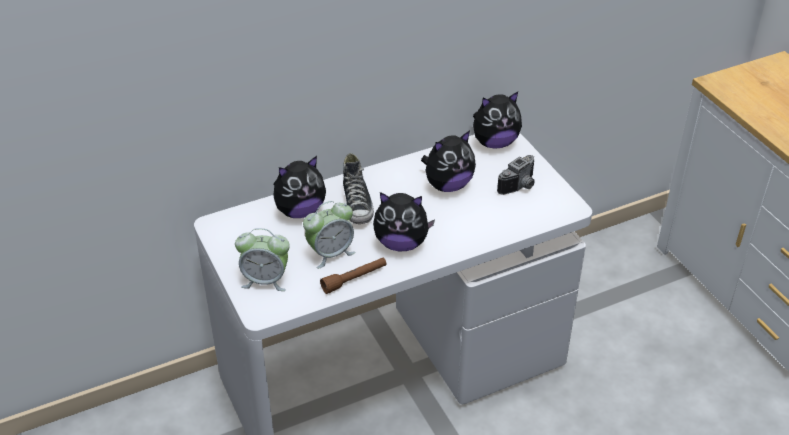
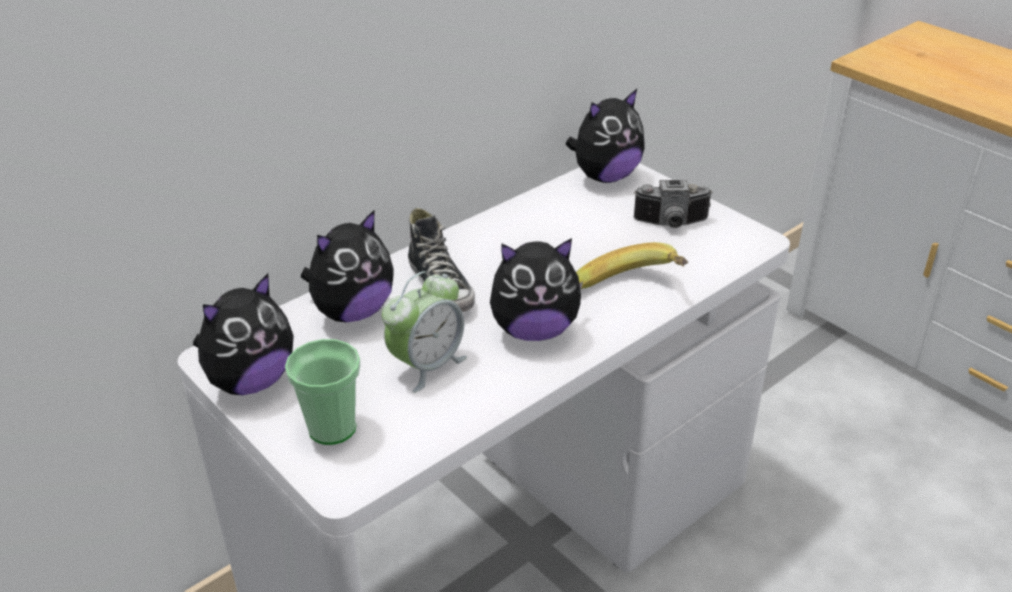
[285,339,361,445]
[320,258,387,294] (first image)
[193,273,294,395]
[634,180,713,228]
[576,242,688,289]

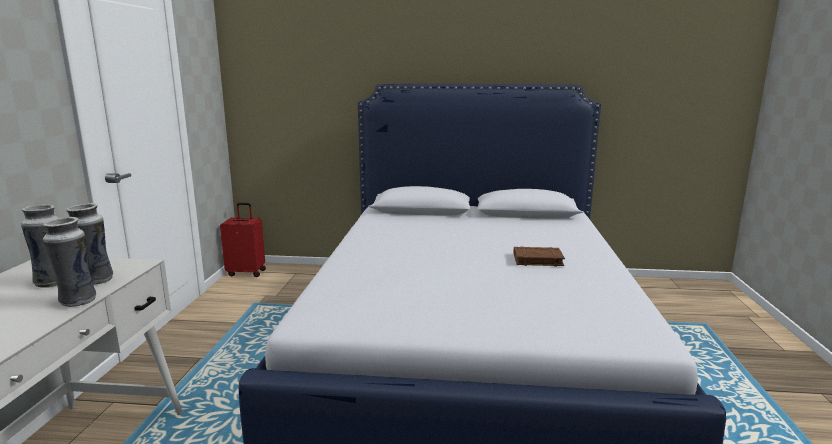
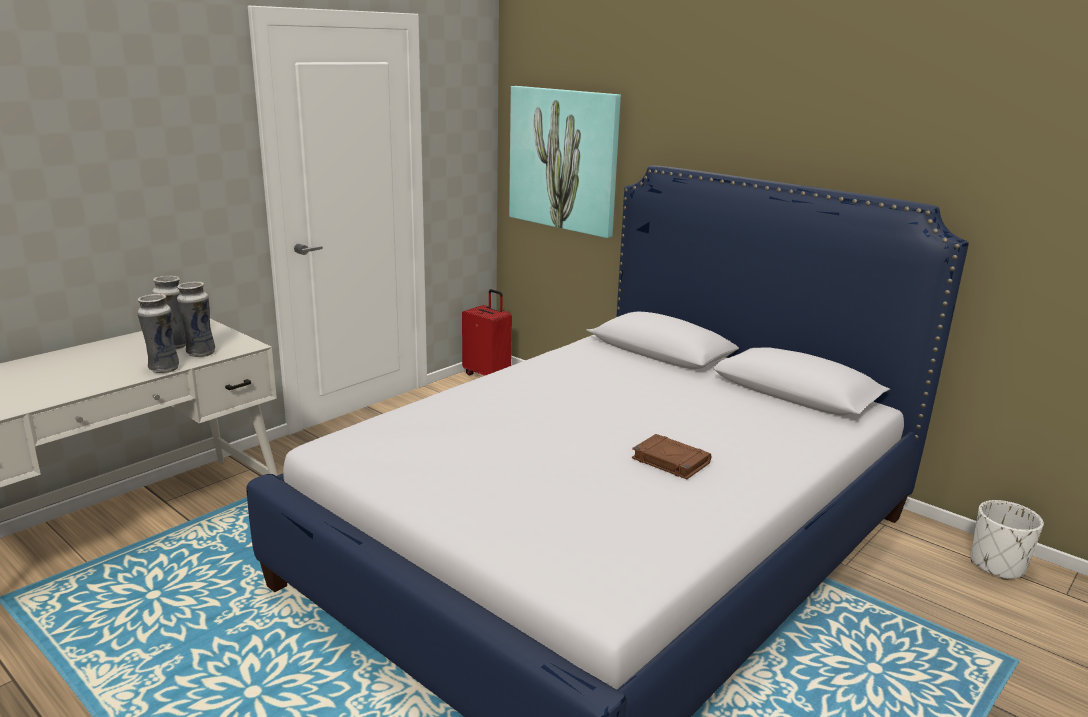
[509,86,621,238]
[971,500,1044,580]

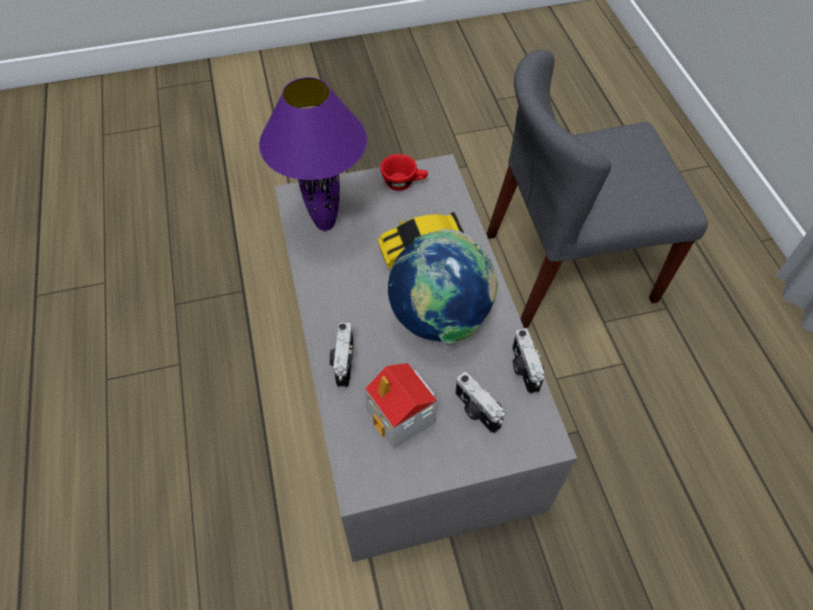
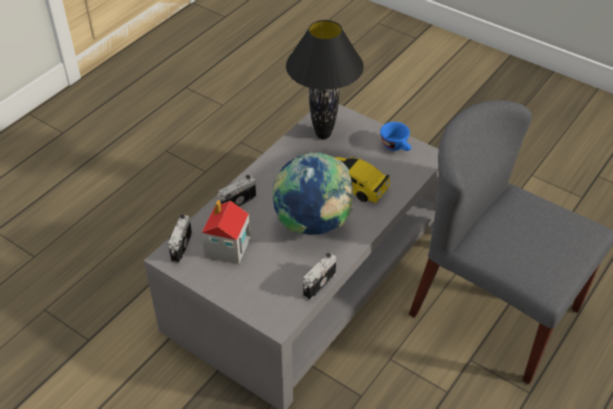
[286,20,364,139]
[380,122,411,151]
[168,215,192,264]

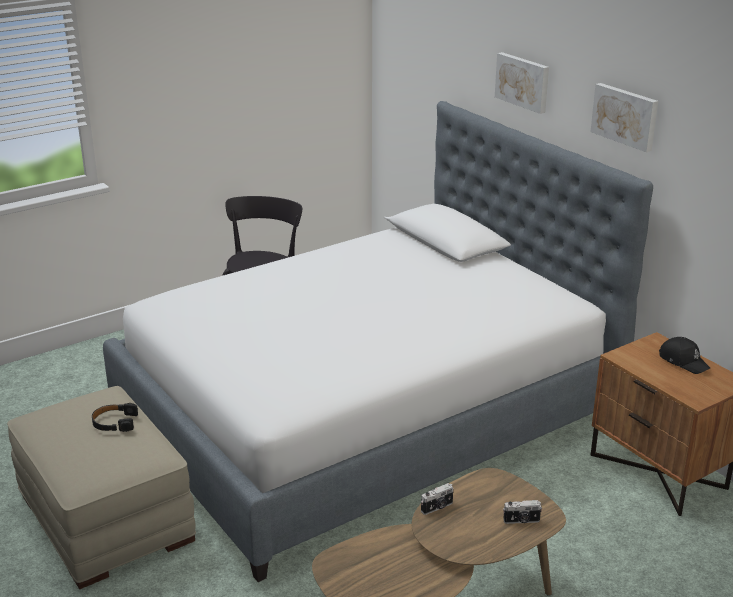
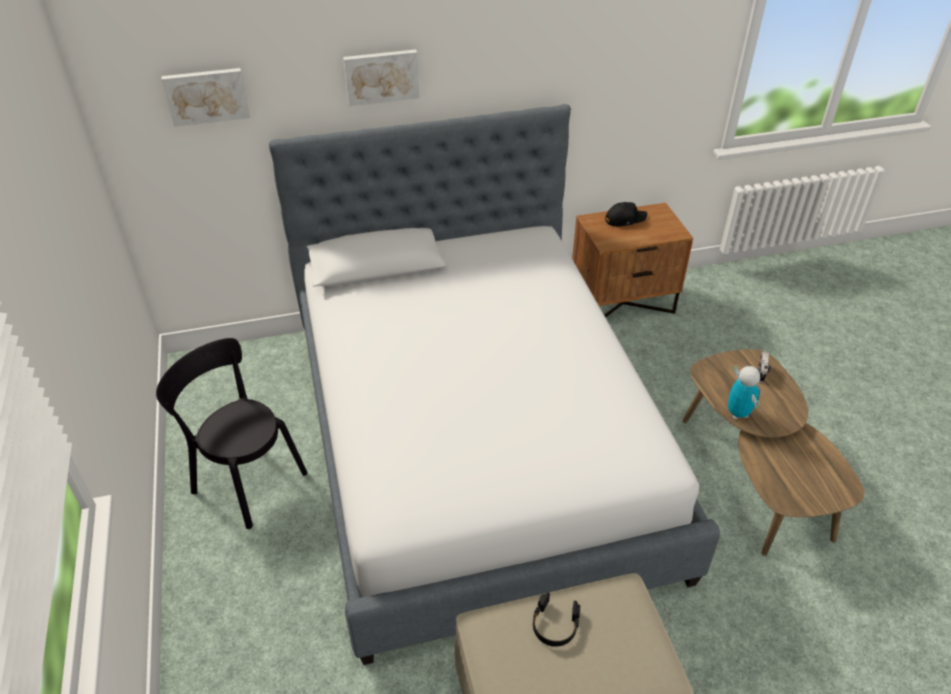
[728,366,761,419]
[162,68,250,127]

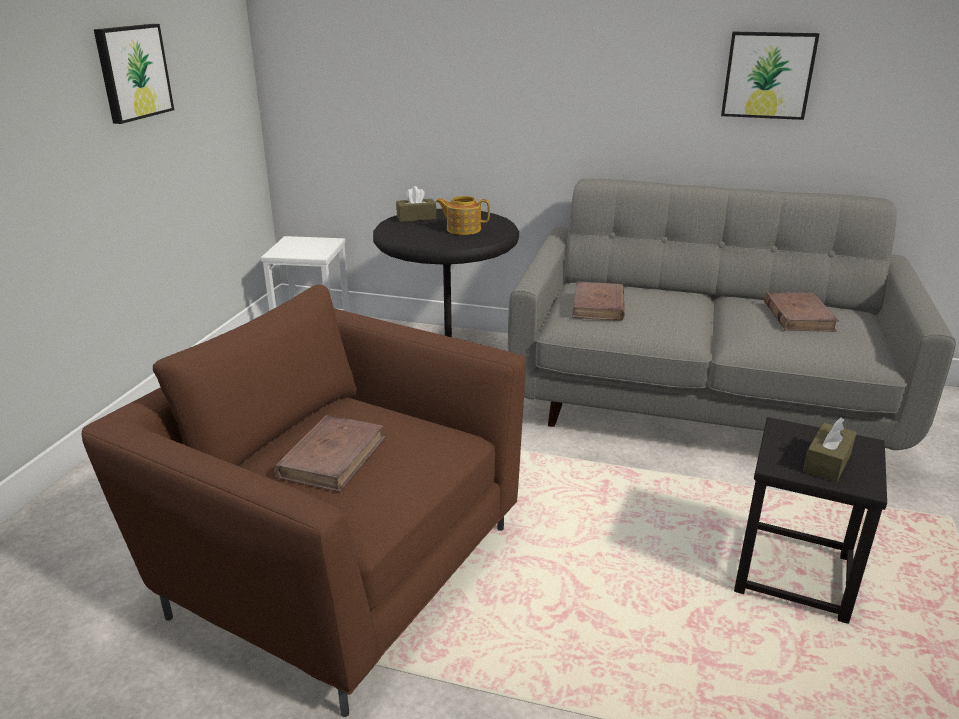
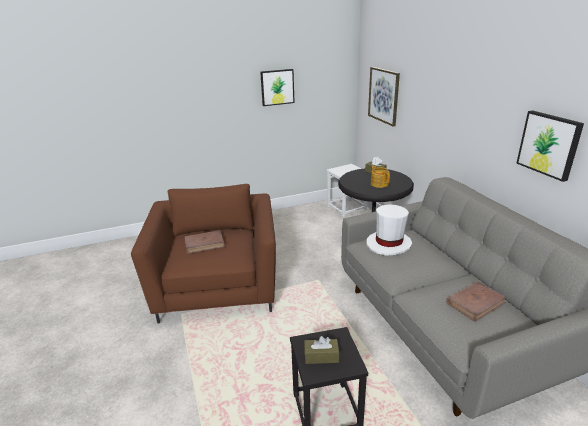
[367,205,412,256]
[368,67,400,127]

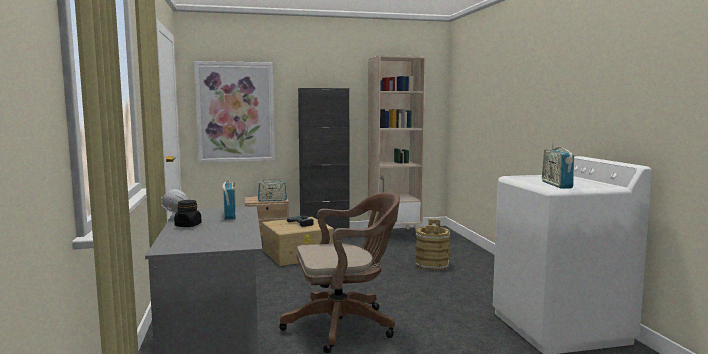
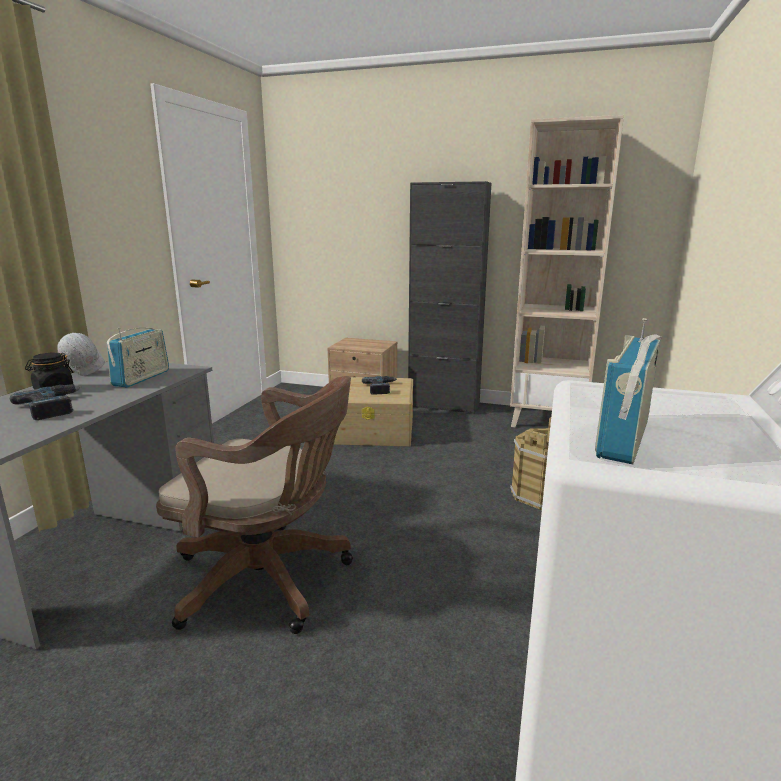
[194,61,275,162] (first image)
[258,177,287,202] (first image)
[10,384,81,420]

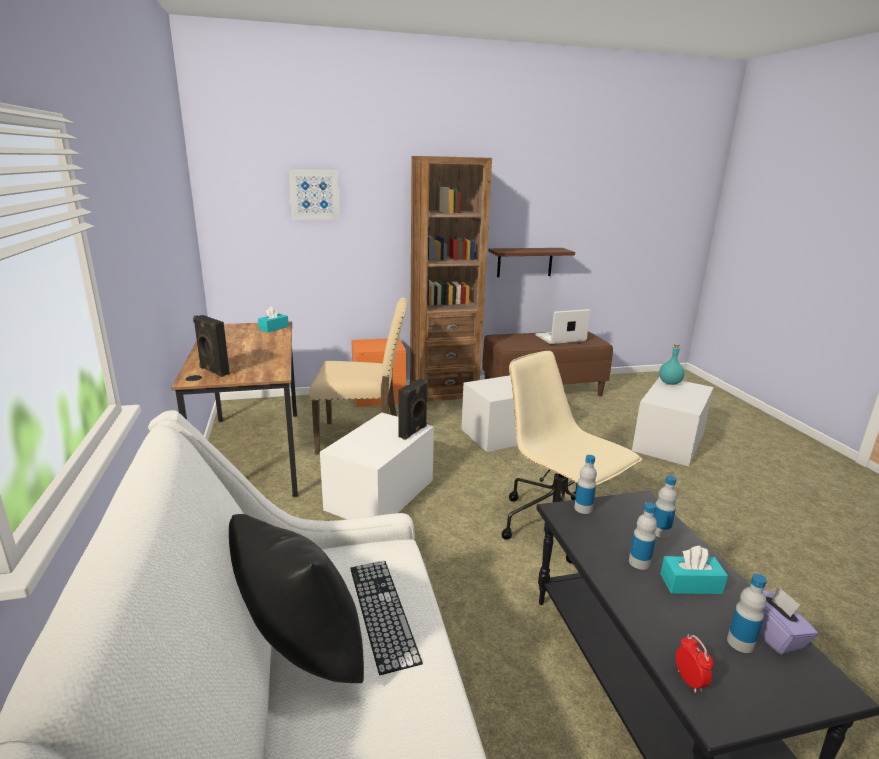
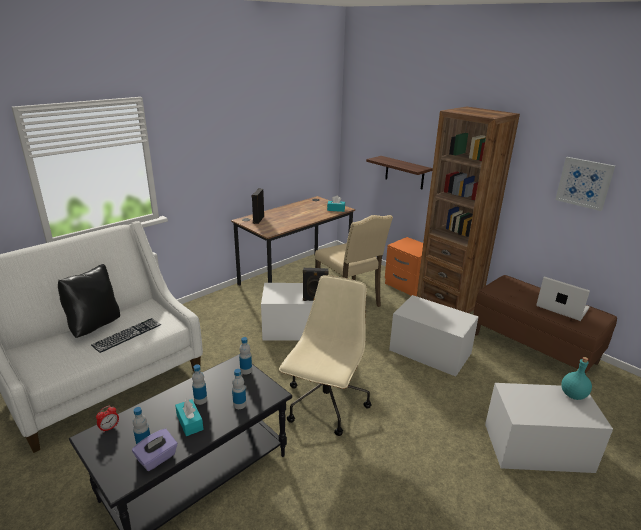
[555,157,615,211]
[366,156,433,189]

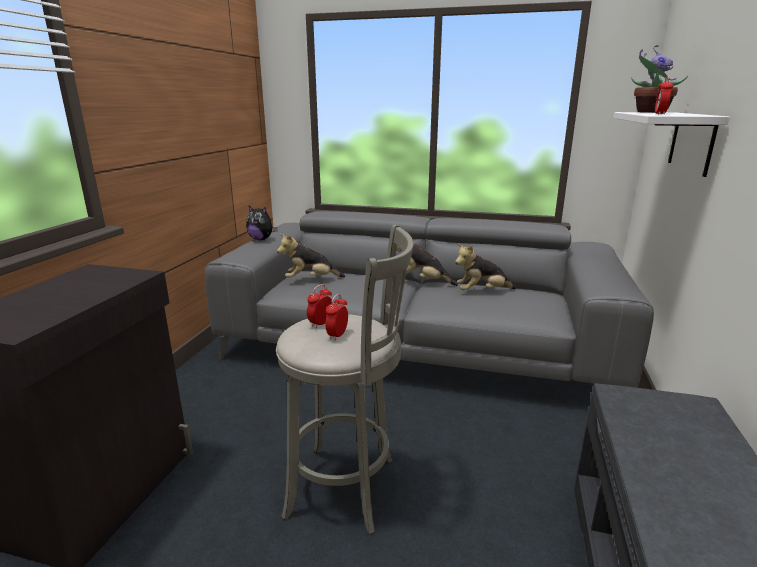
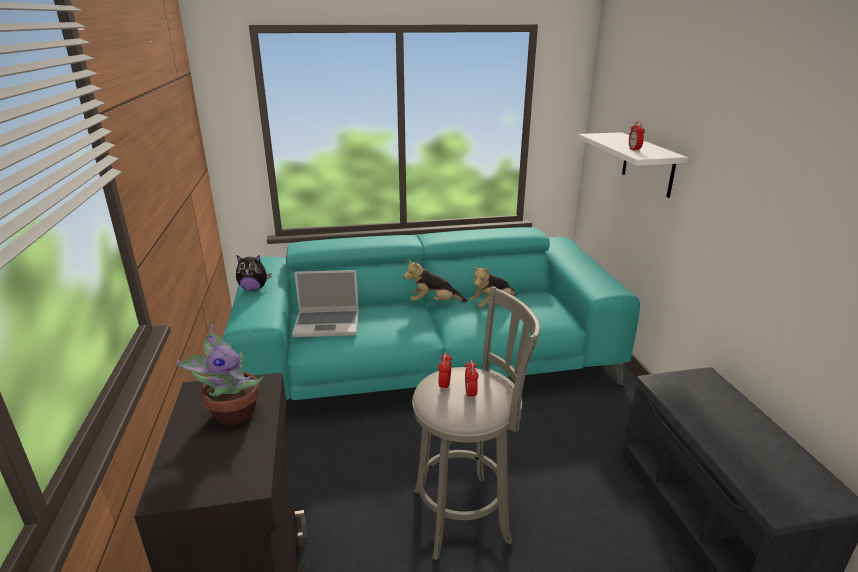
[222,227,640,400]
[292,270,359,337]
[177,324,264,425]

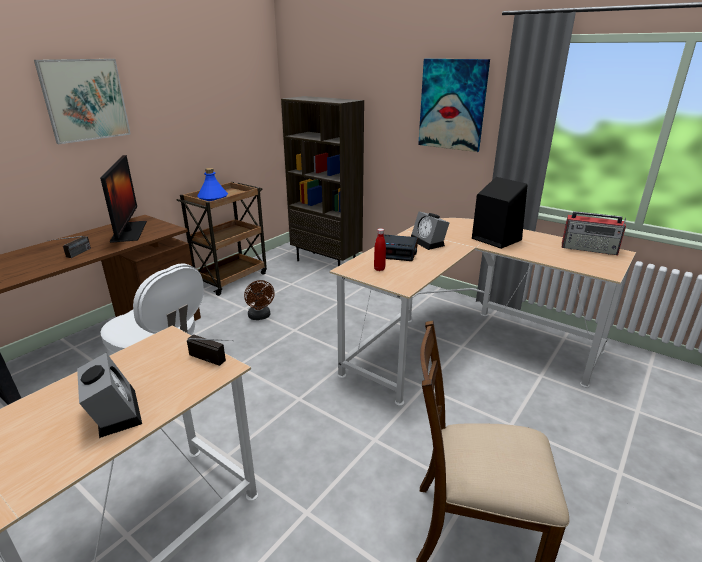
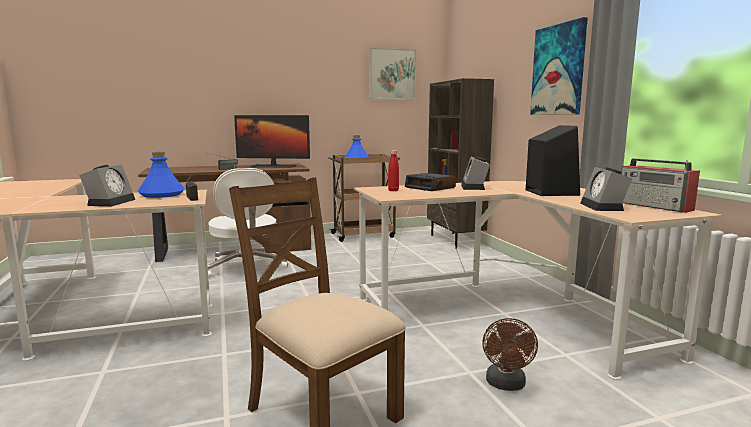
[369,48,416,99]
[234,115,310,168]
[482,318,538,391]
[137,152,185,198]
[580,167,633,211]

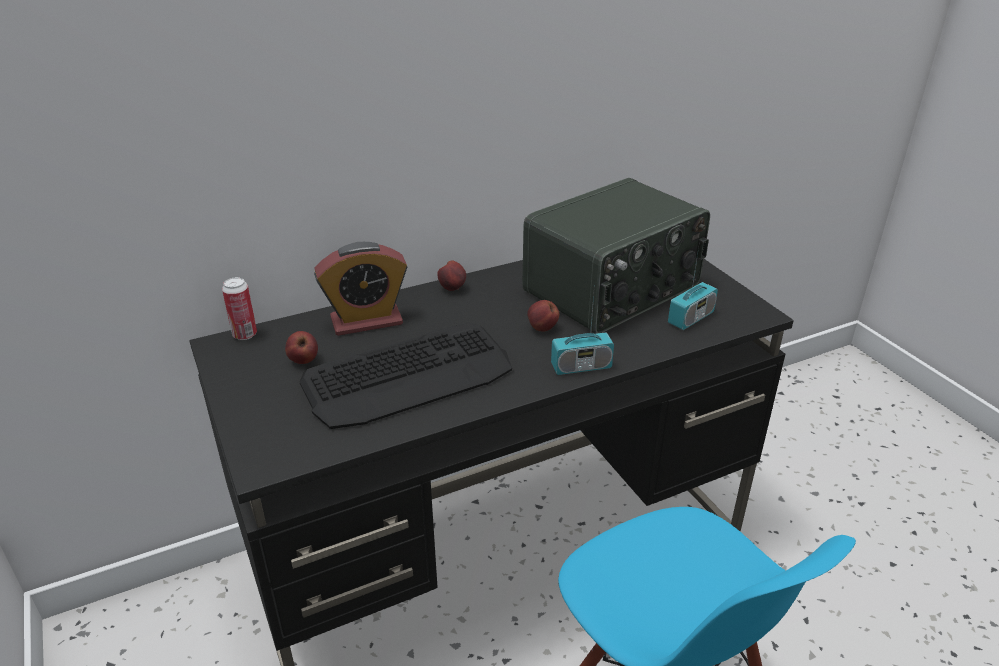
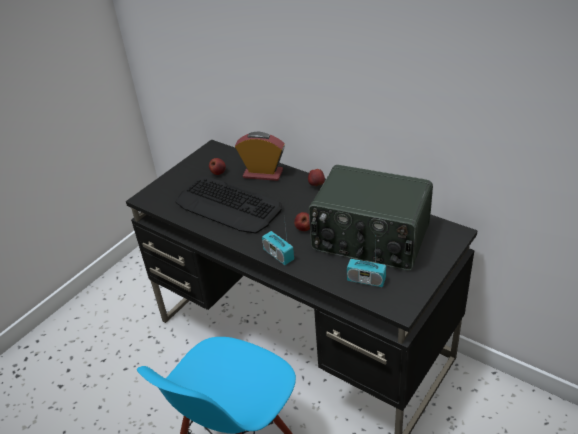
[222,277,257,340] (first image)
[235,132,285,181]

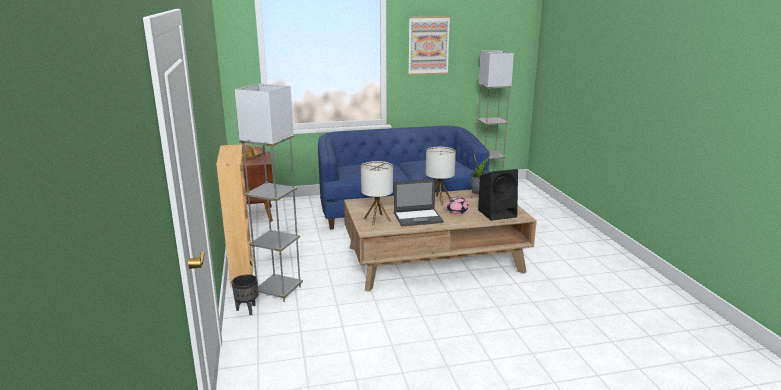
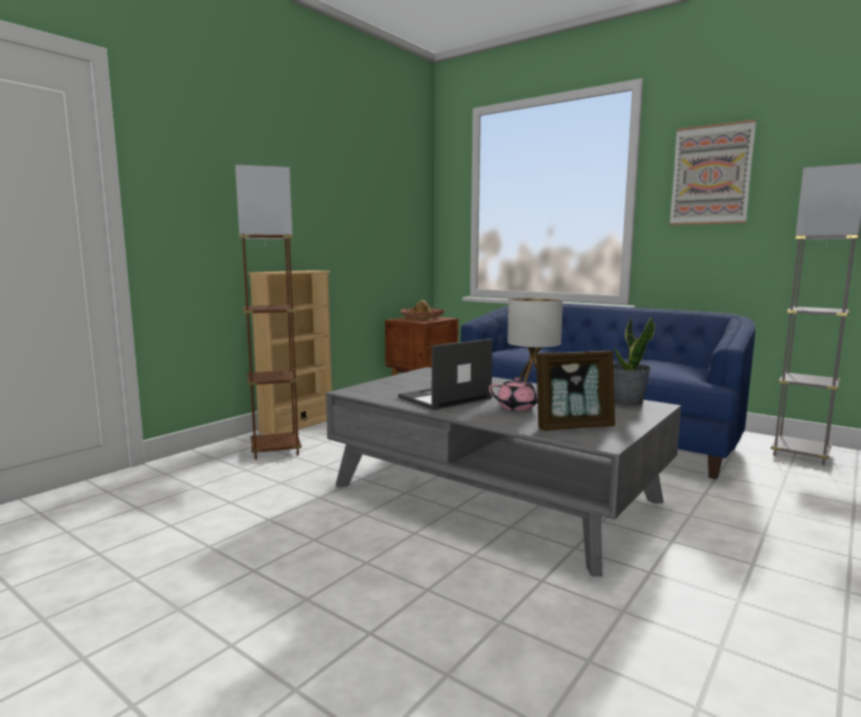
[232,274,258,315] (first image)
[235,164,302,459]
[326,367,681,577]
[361,161,393,225] (first image)
[398,339,493,410]
[536,351,615,431]

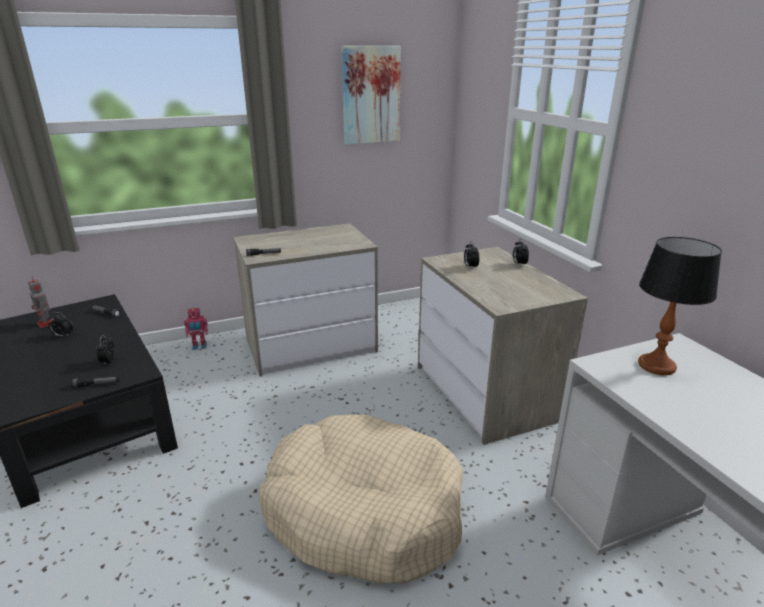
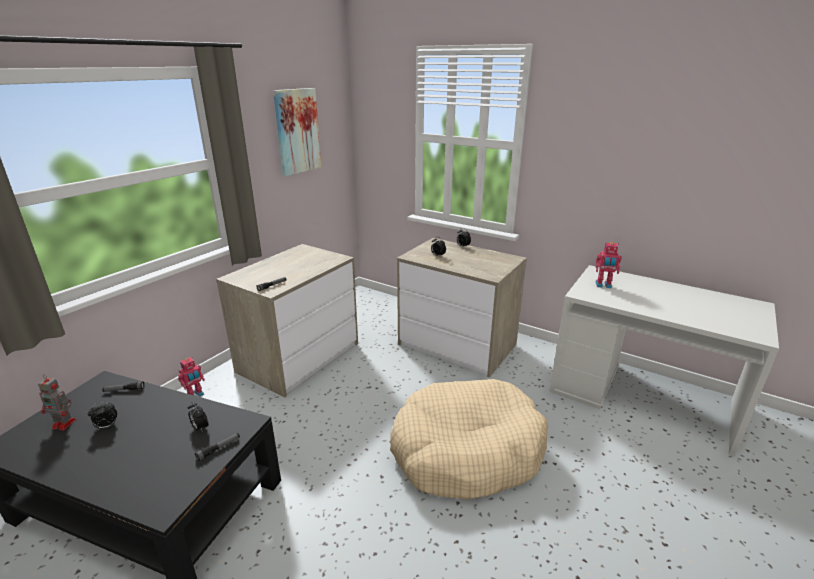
[595,242,622,288]

